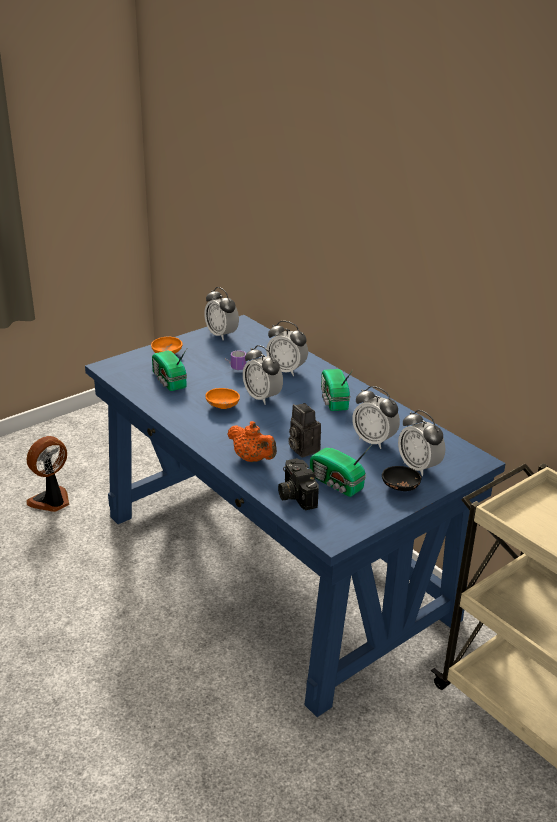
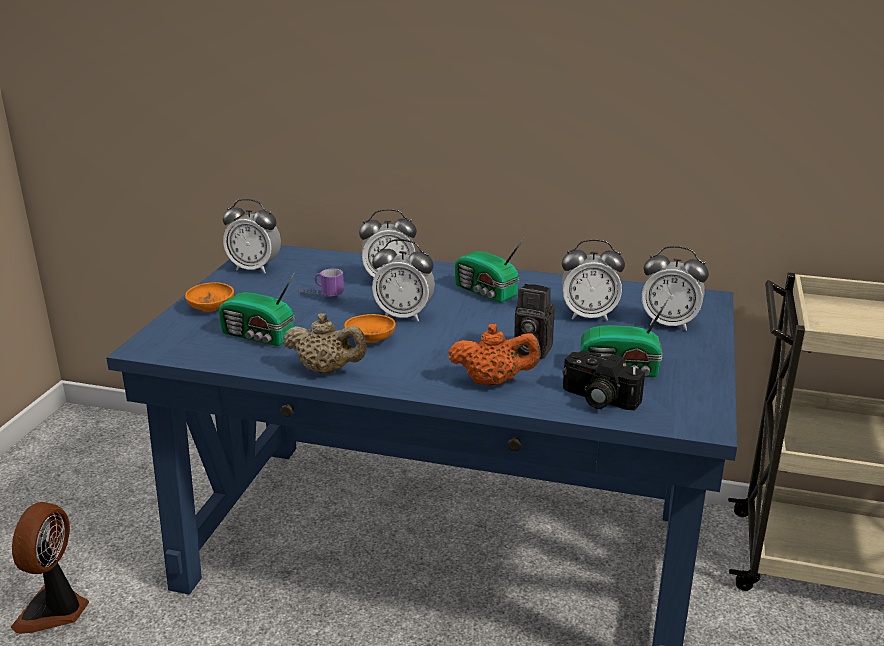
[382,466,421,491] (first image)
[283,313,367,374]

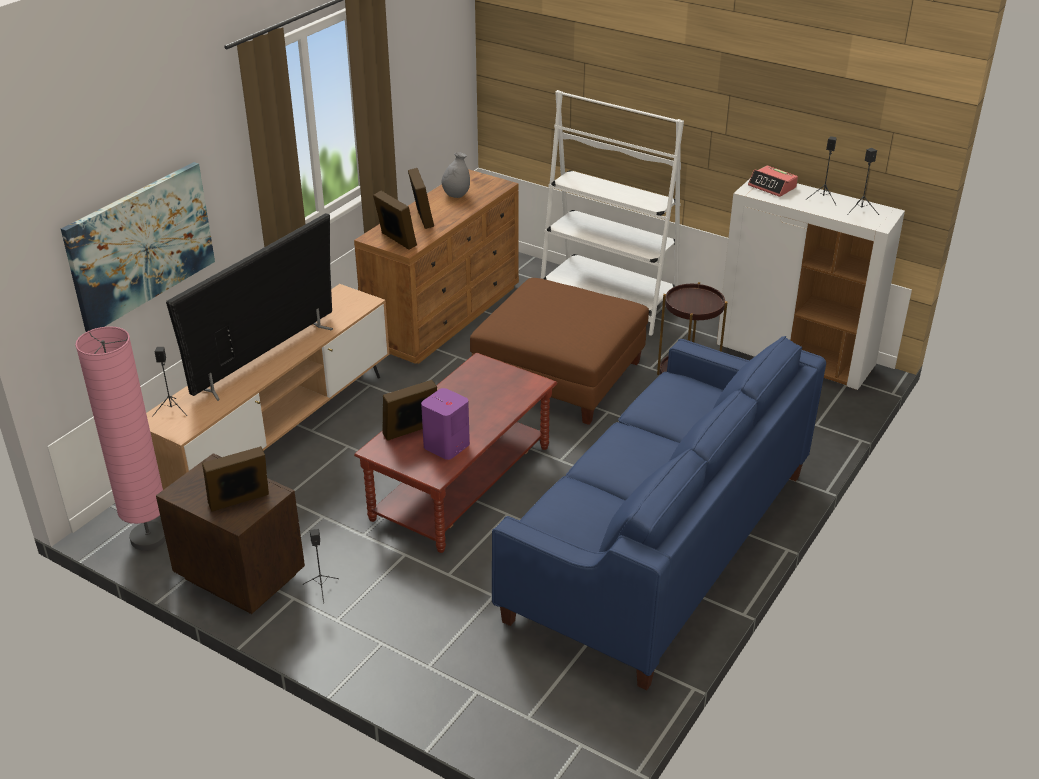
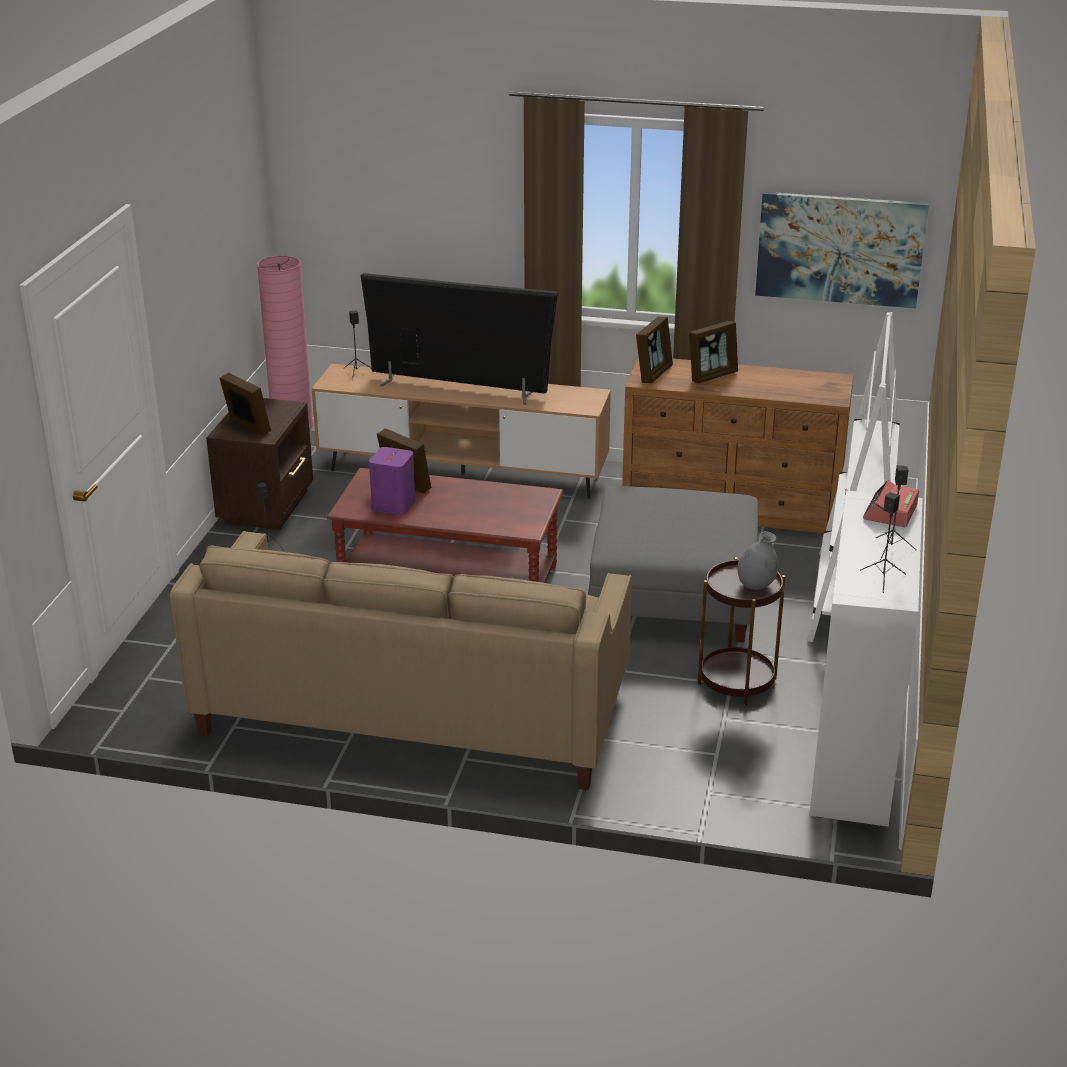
[755,192,929,308]
[737,531,778,590]
[588,486,758,643]
[170,531,632,790]

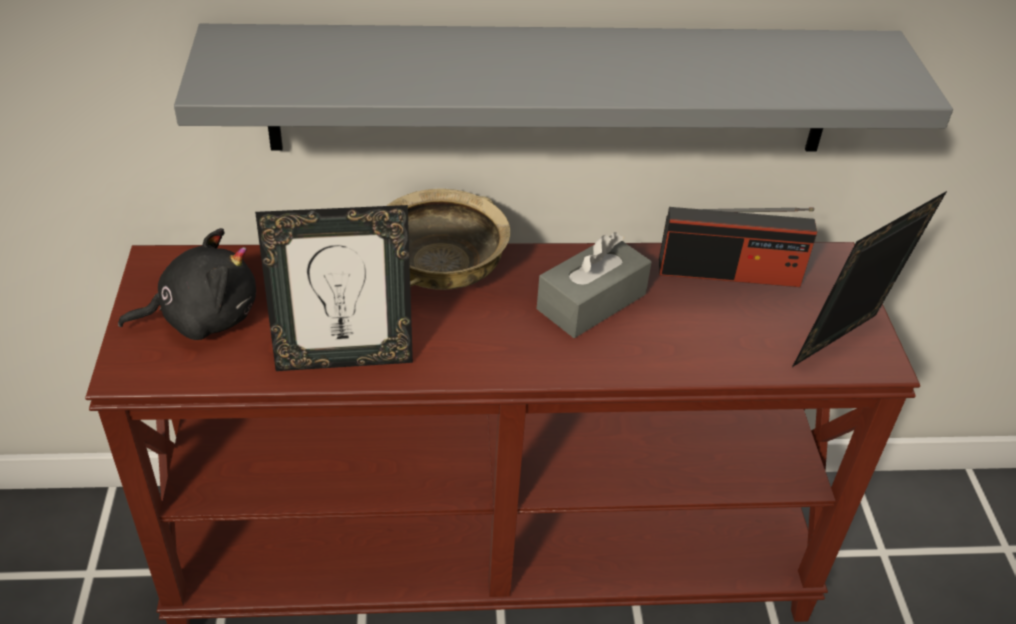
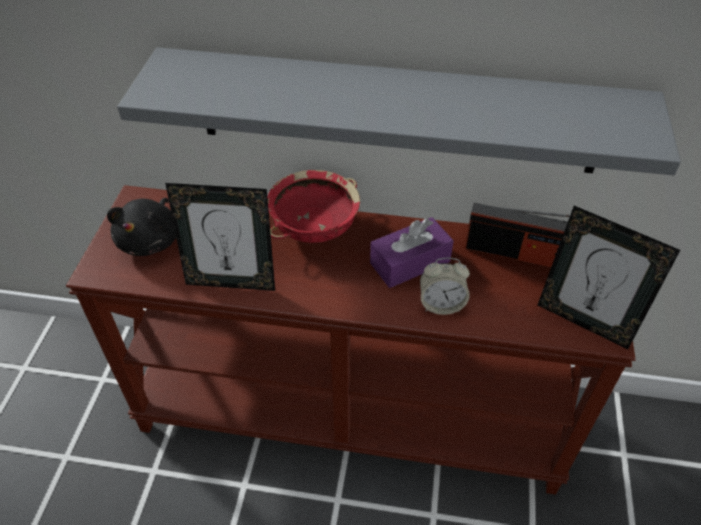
[107,198,176,256]
[267,170,360,243]
[370,217,454,288]
[538,206,680,349]
[420,258,470,315]

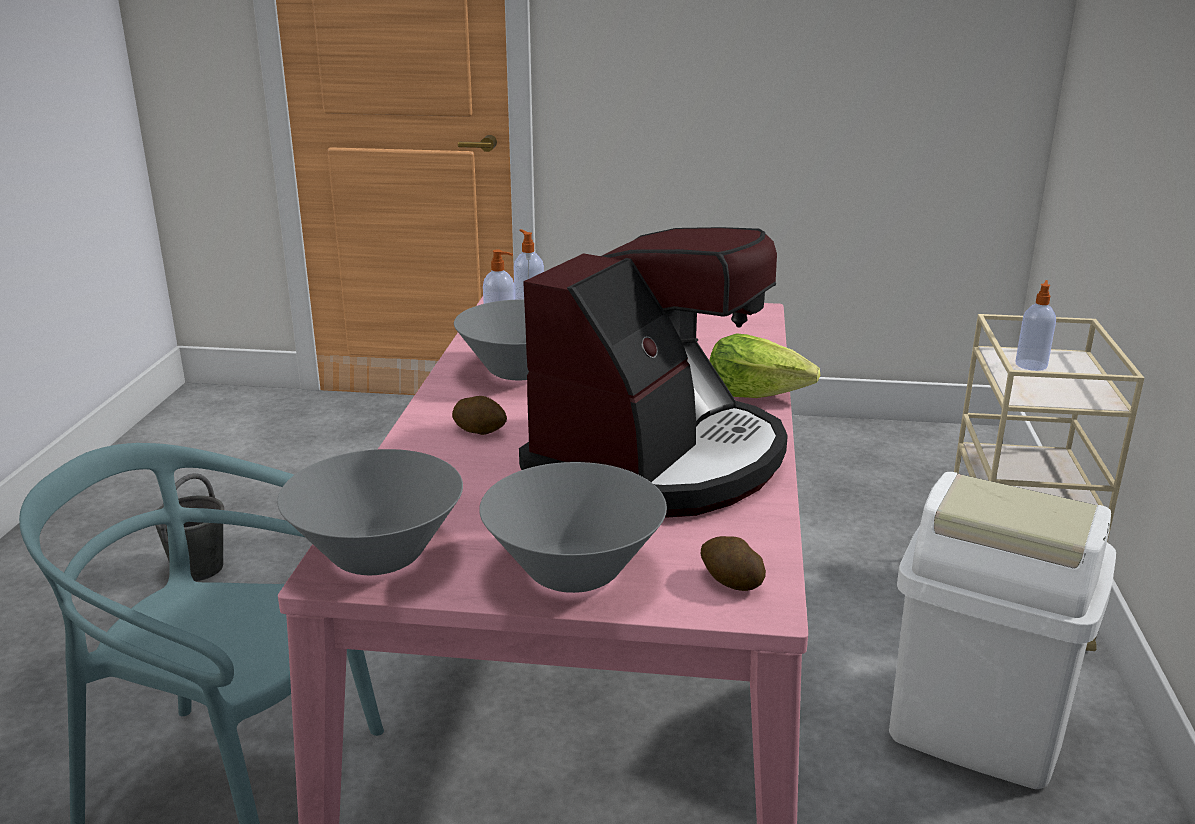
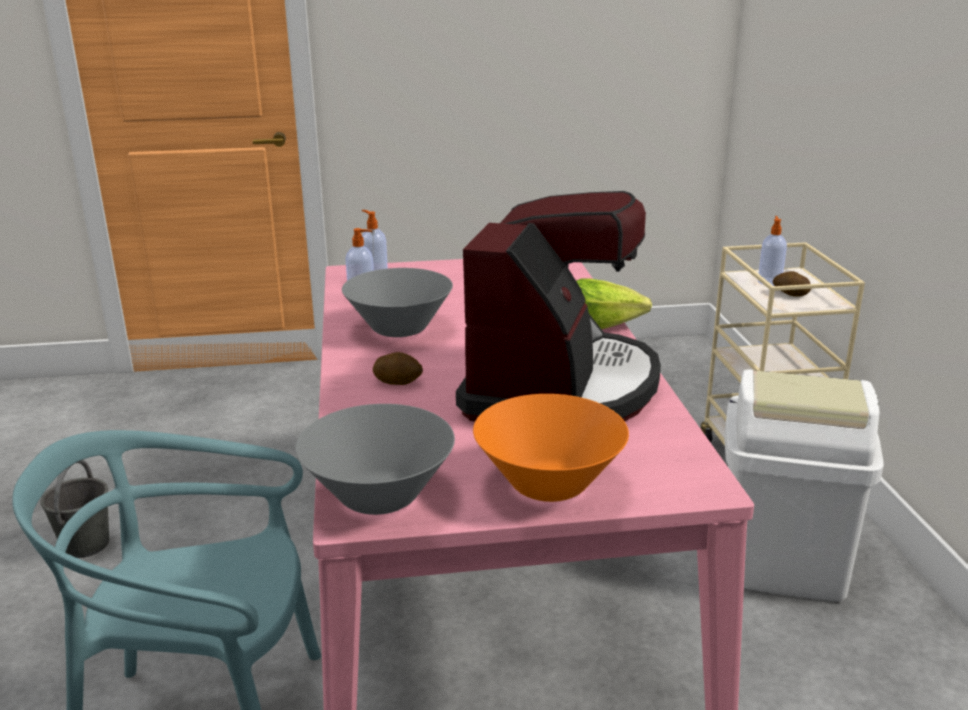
[473,394,629,502]
[773,271,811,297]

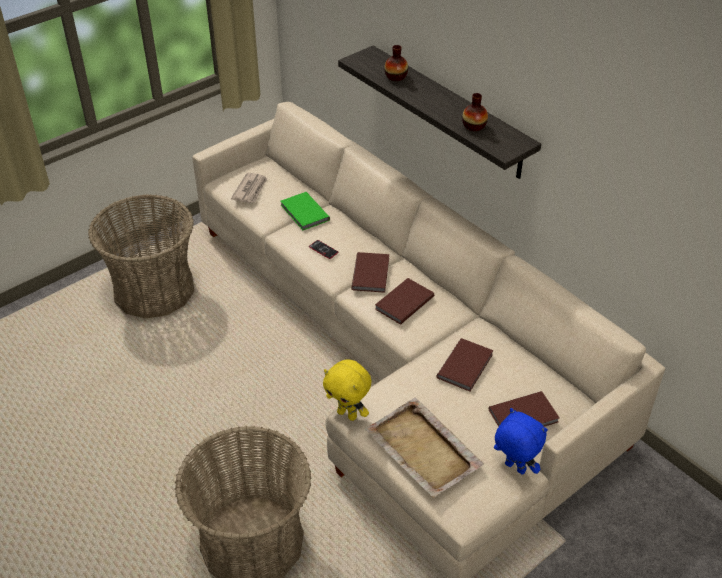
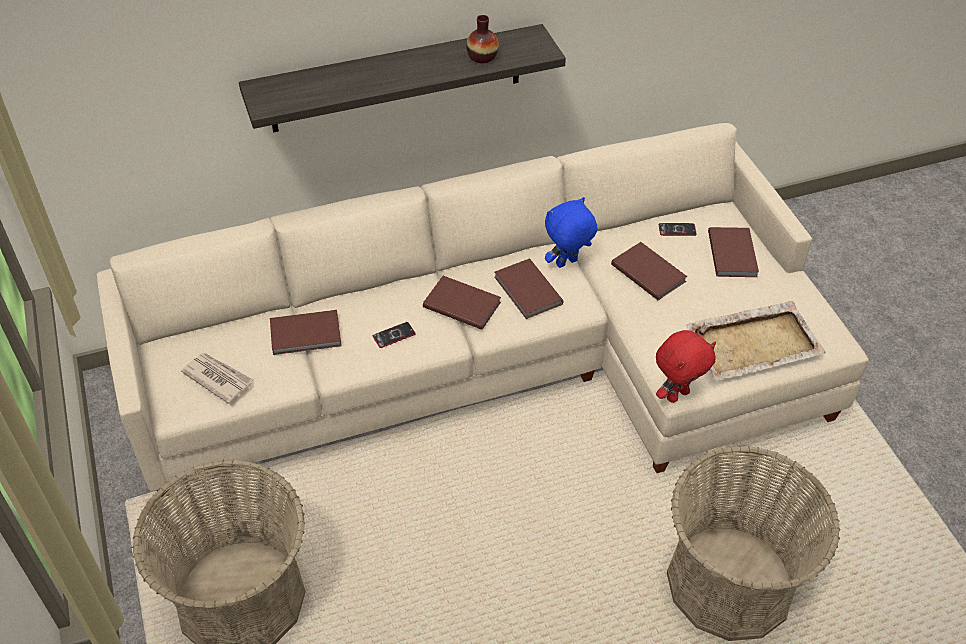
[270,310,342,355]
[656,330,716,403]
[384,45,408,81] (first image)
[545,197,597,268]
[659,223,697,236]

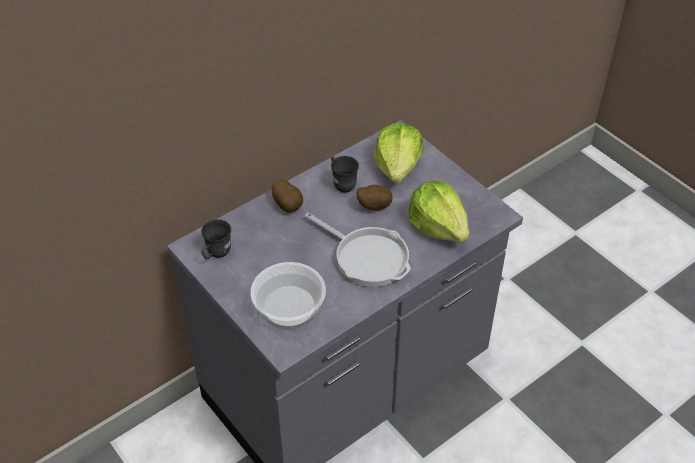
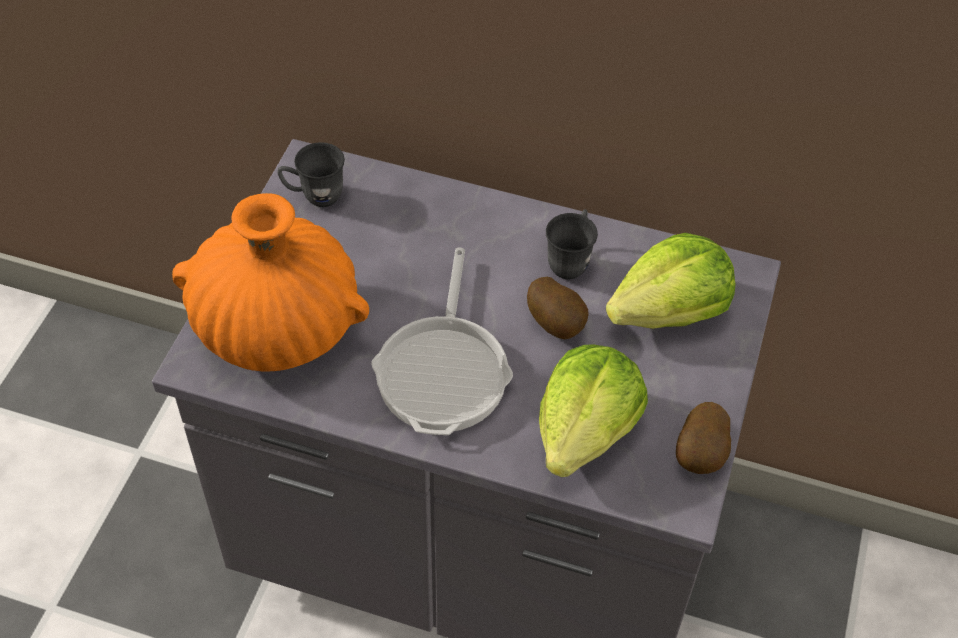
[172,193,369,372]
[676,402,731,474]

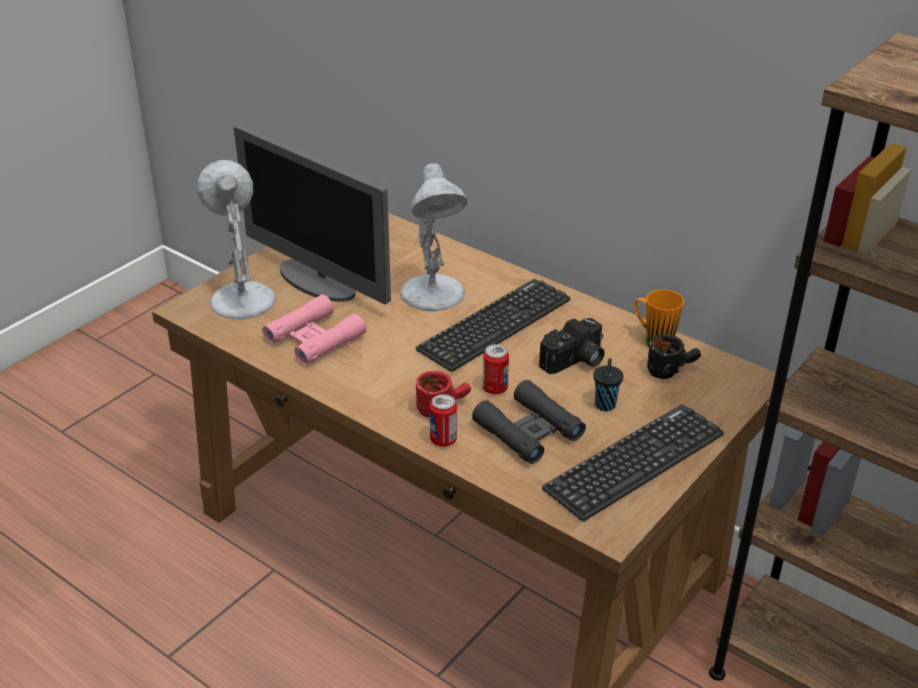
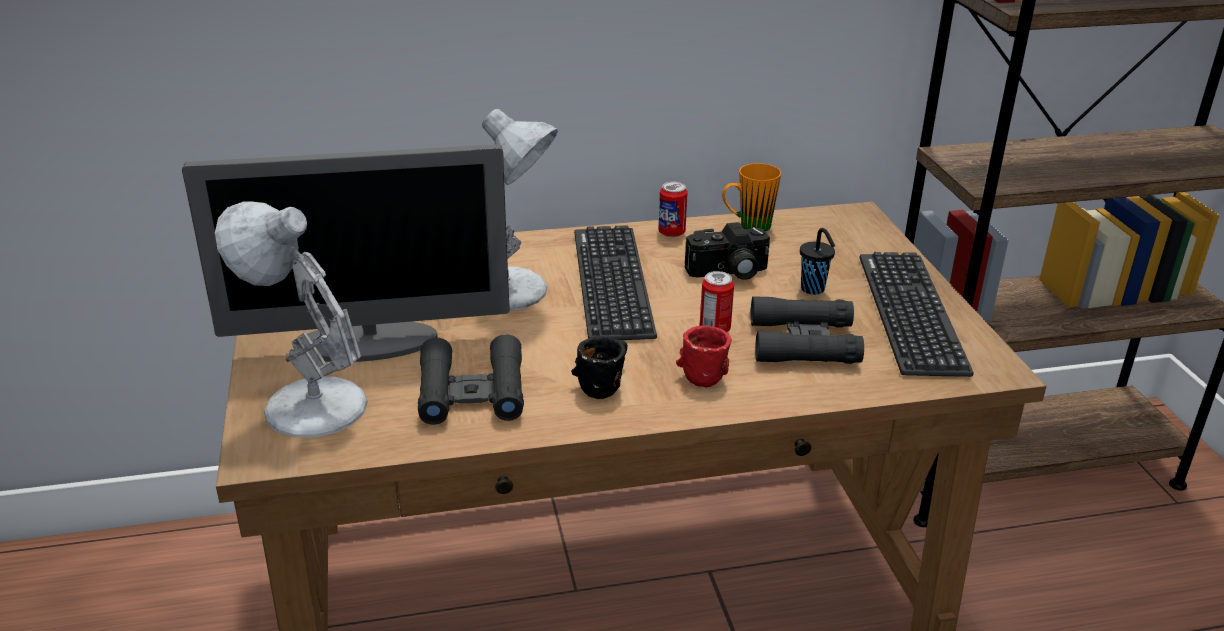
[418,334,524,425]
[658,182,688,237]
[685,222,770,280]
[571,336,628,399]

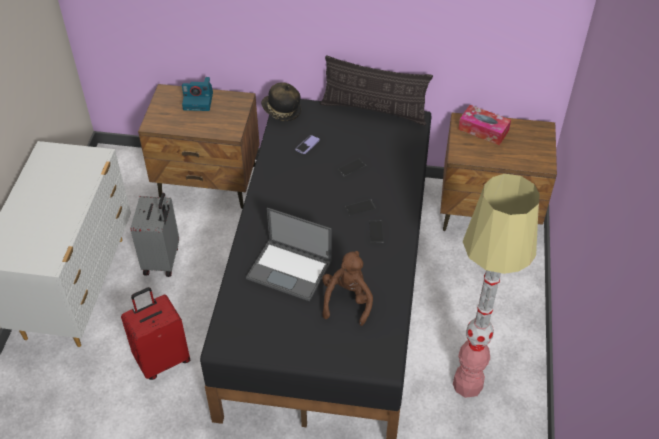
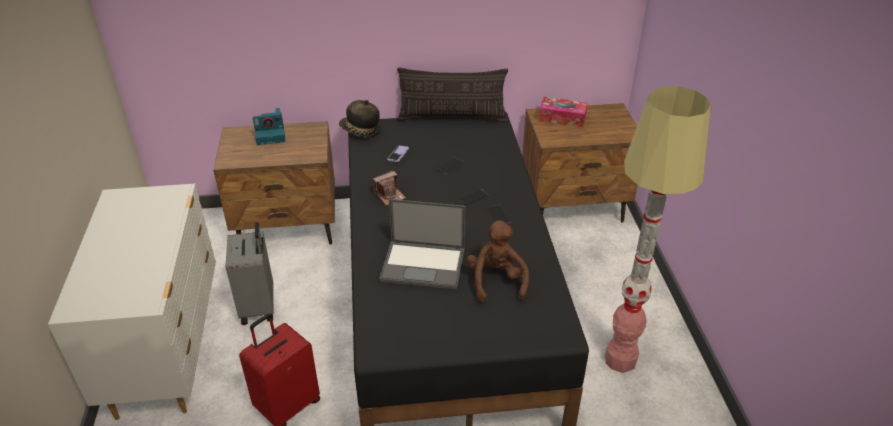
[373,170,406,206]

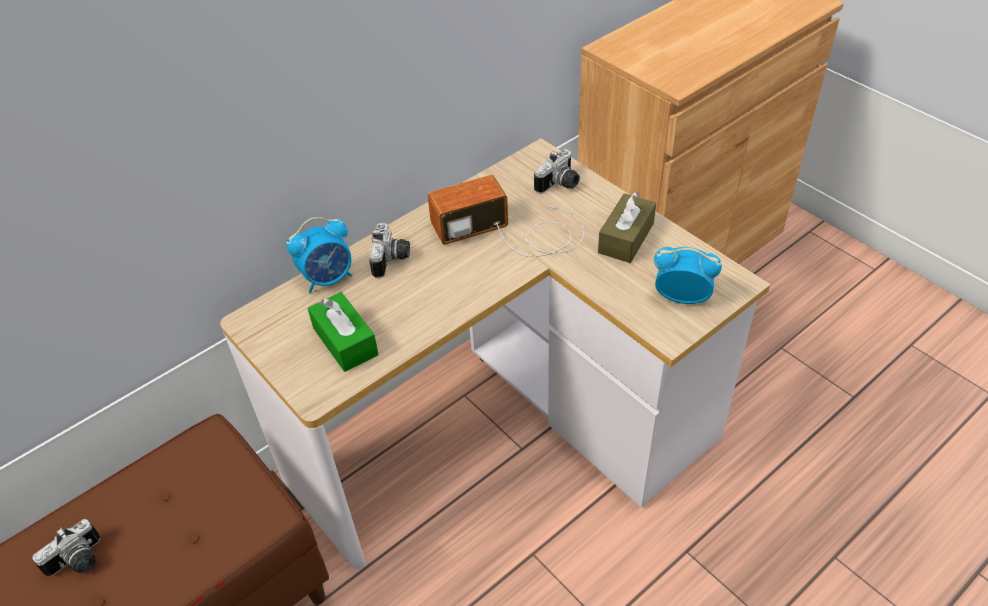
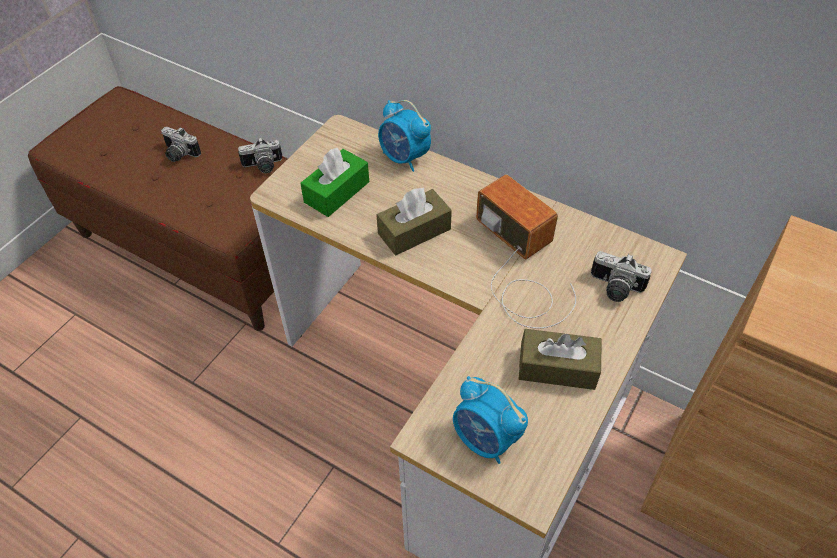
[238,137,282,173]
[453,376,528,464]
[377,187,452,255]

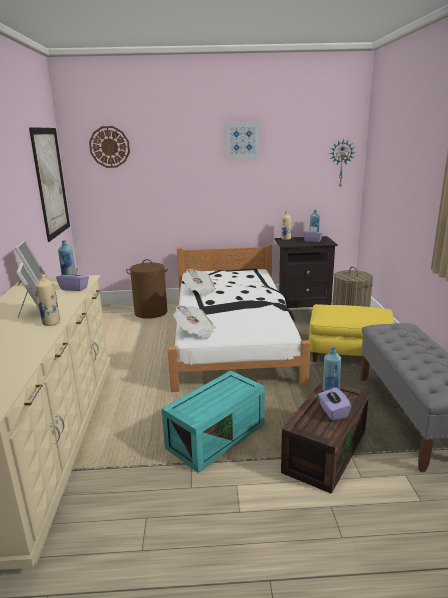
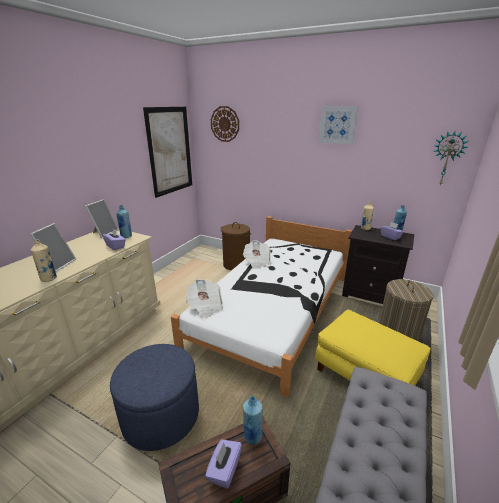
[110,344,199,451]

